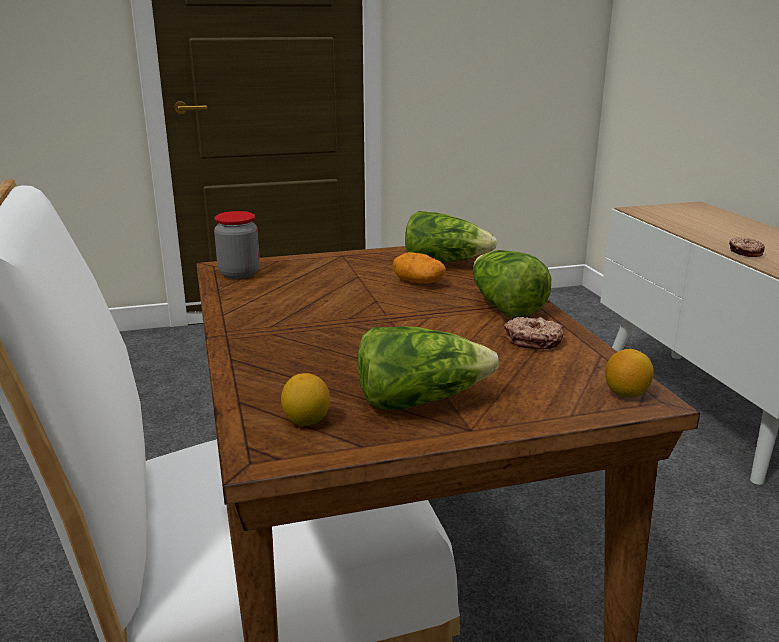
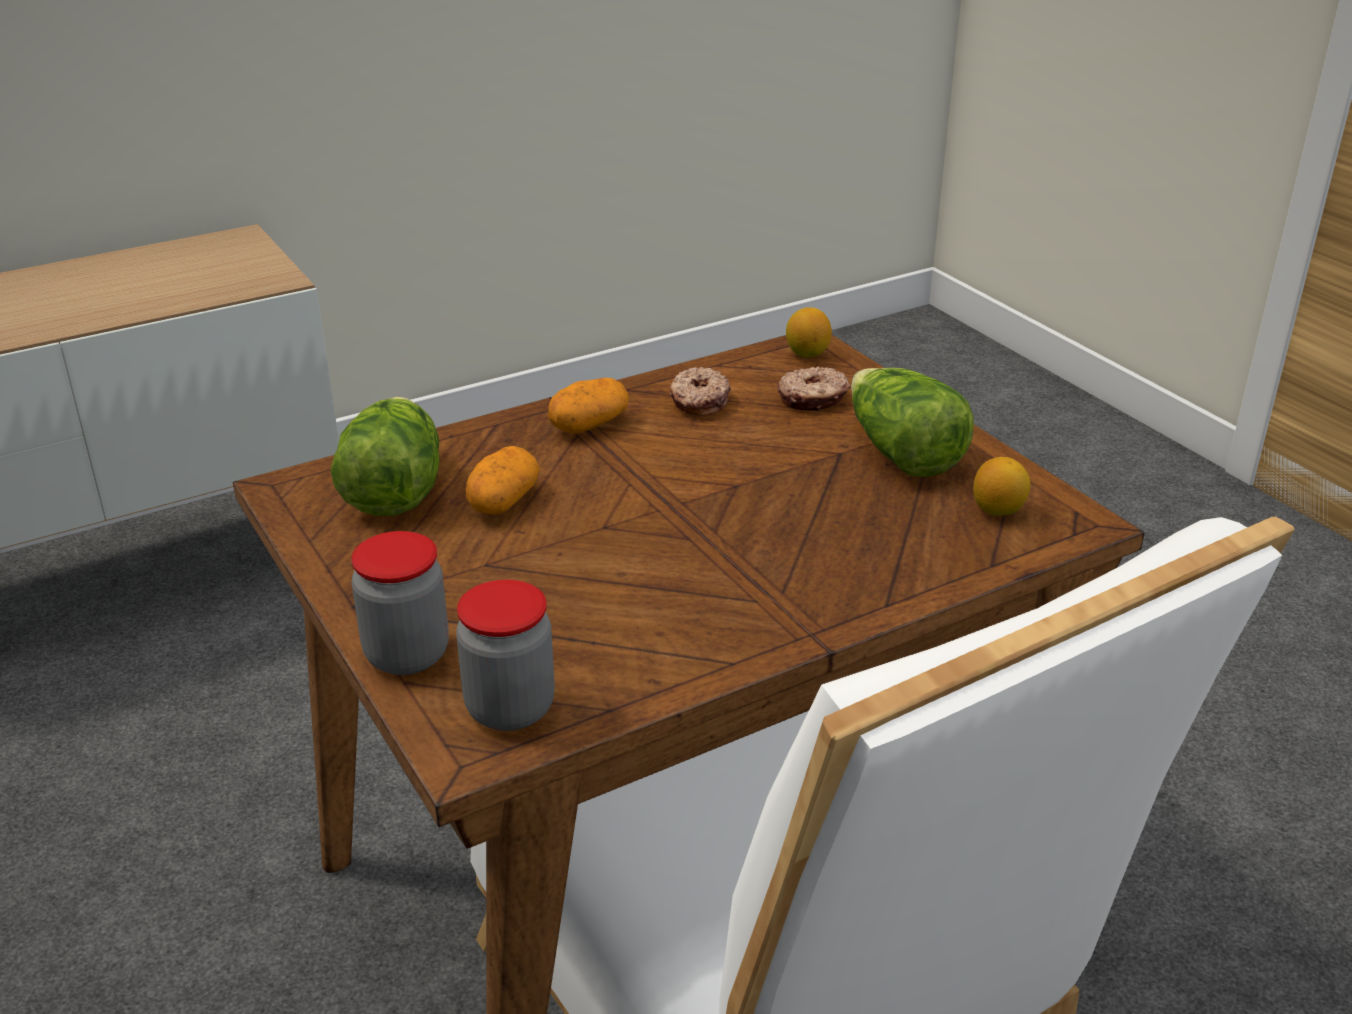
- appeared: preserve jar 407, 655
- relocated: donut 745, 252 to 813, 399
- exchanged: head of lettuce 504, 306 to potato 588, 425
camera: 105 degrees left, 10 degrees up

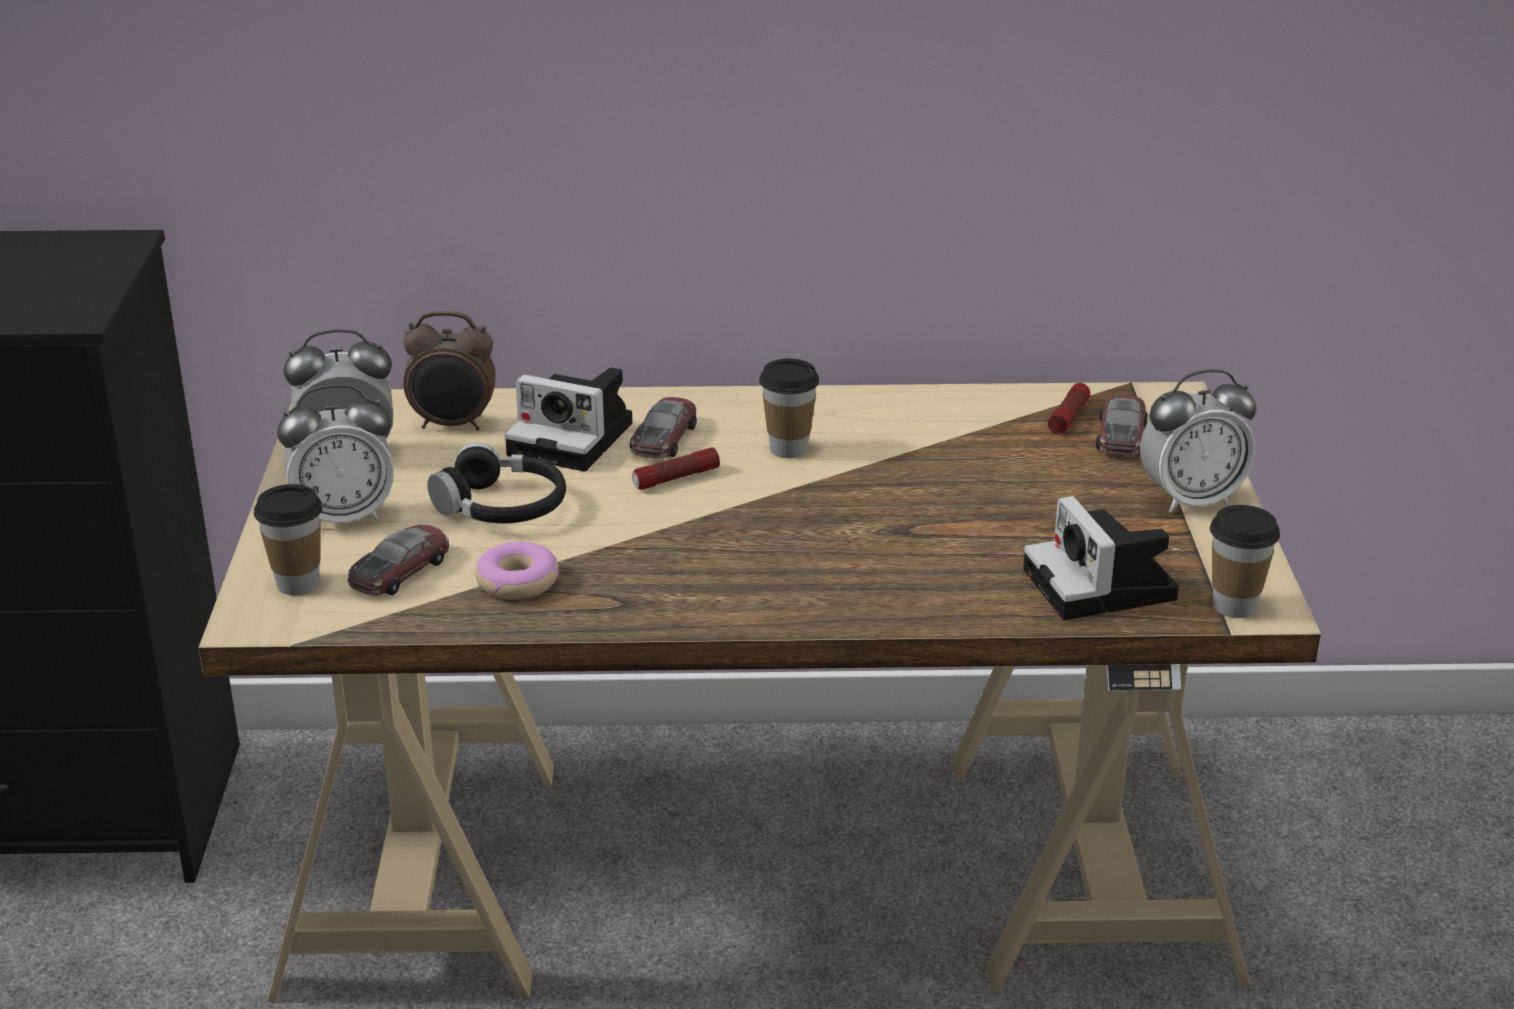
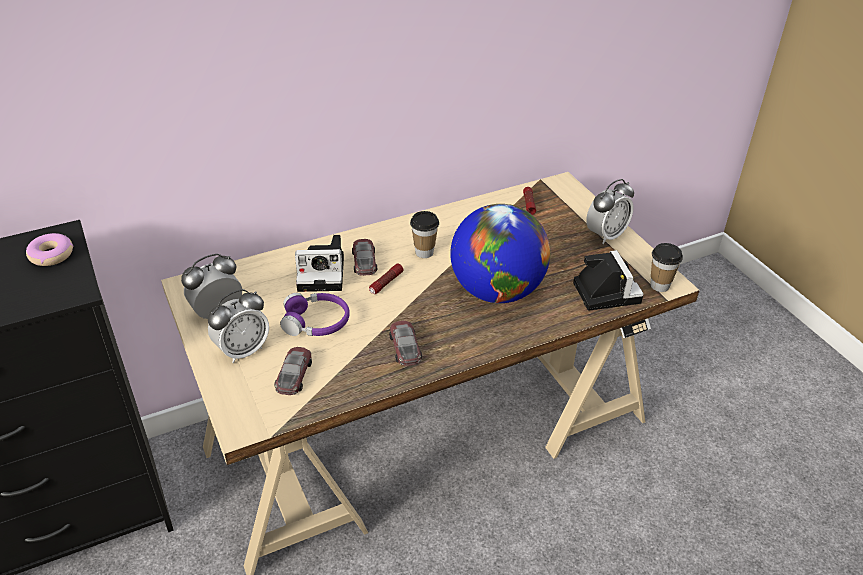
- missing: drinking cup 298, 584
- missing: bedside clock 453, 425
- appeared: desk globe 497, 291
- relocated: donut 518, 582 to 51, 255
- relocated: model car 1121, 435 to 405, 347
- colour: black-coloured headset 501, 507 to purplish headset 316, 322
- spun: photo camera 1103, 587 = 604, 291 150 degrees counterclockwise
camera: 25 degrees left, 10 degrees up

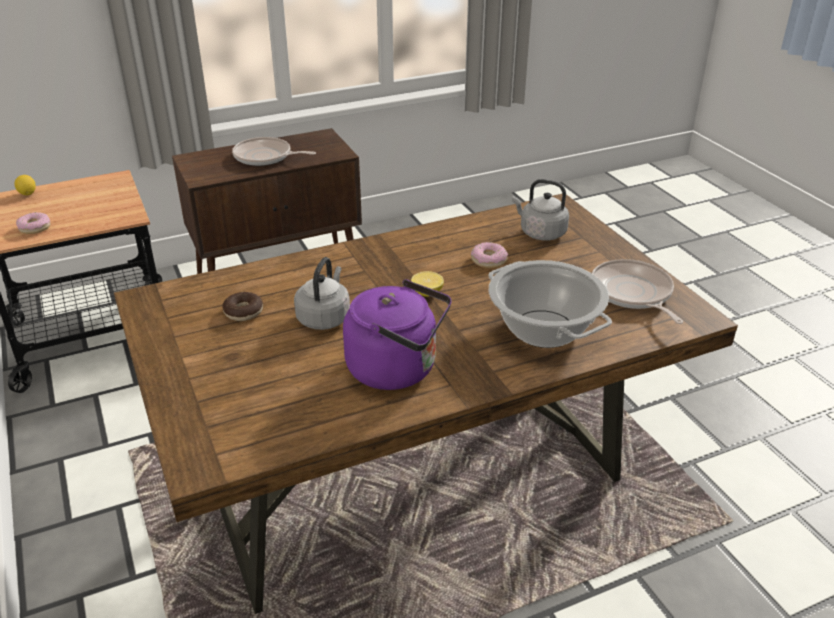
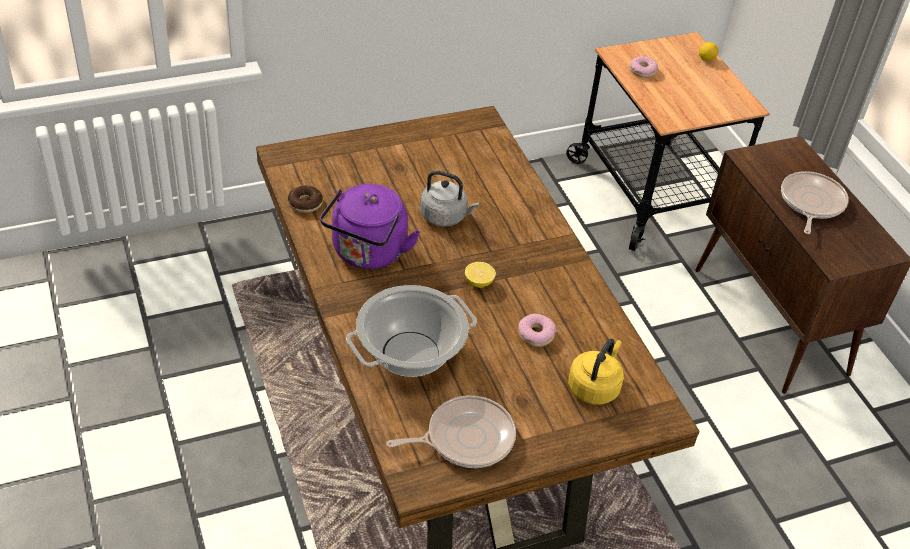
- relocated: donut 243, 312 to 305, 203
- colour: greyish kettle 540, 233 to yellow kettle 594, 387
camera: 90 degrees right, 10 degrees up

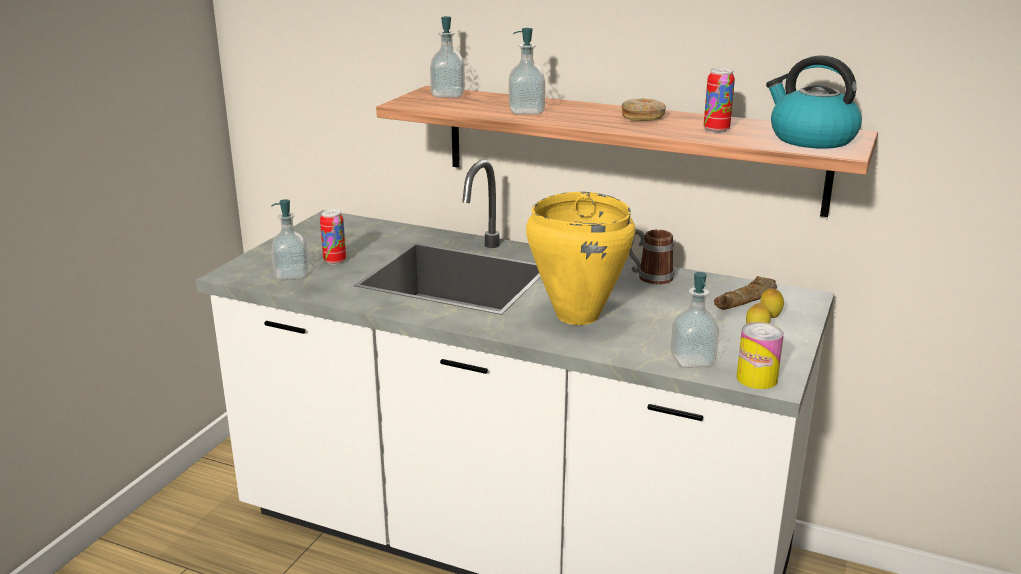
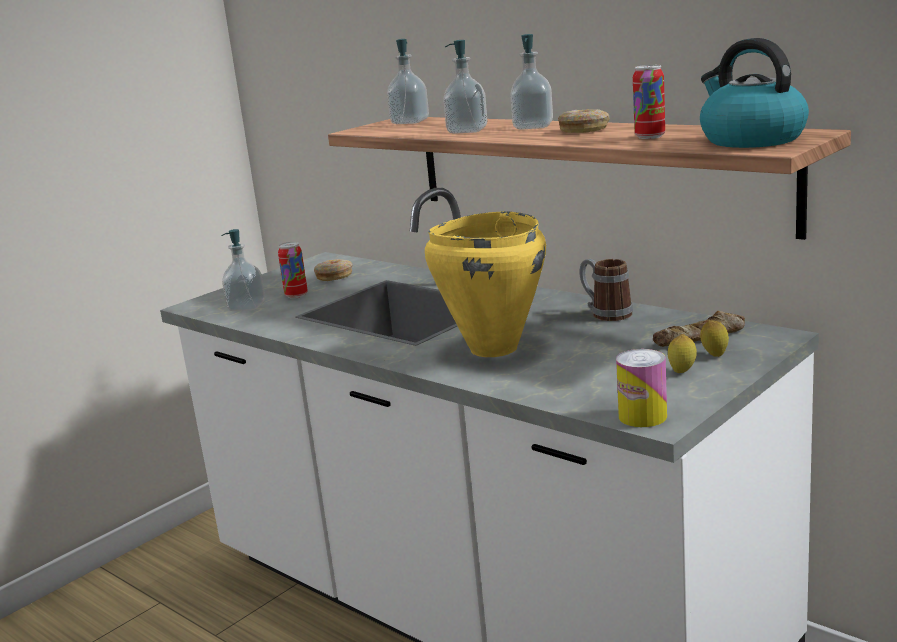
- appeared: donut 334, 276
- relocated: soap dispenser 692, 360 to 533, 126
camera: 20 degrees right, 5 degrees down

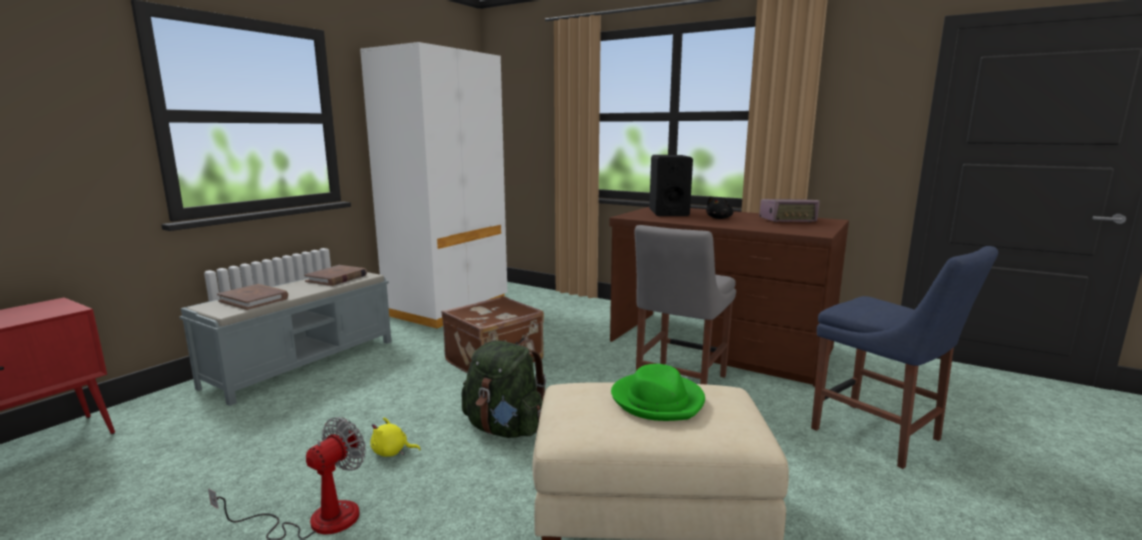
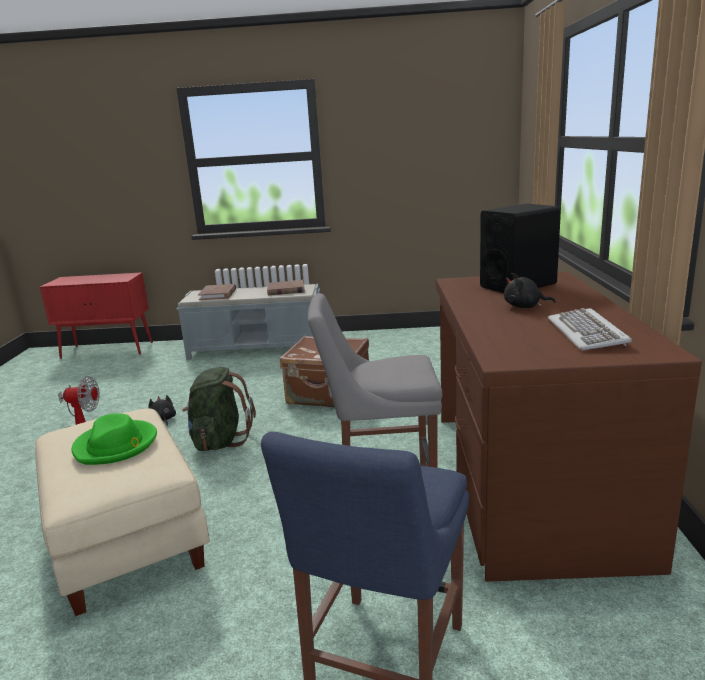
- missing: white clothes cupboard 448, 308
- exchanged: radio receiver 787, 220 to keyboard 587, 333
- colour: yellow soft toy 392, 452 to black-coloured soft toy 163, 420
camera: 60 degrees right, 5 degrees up

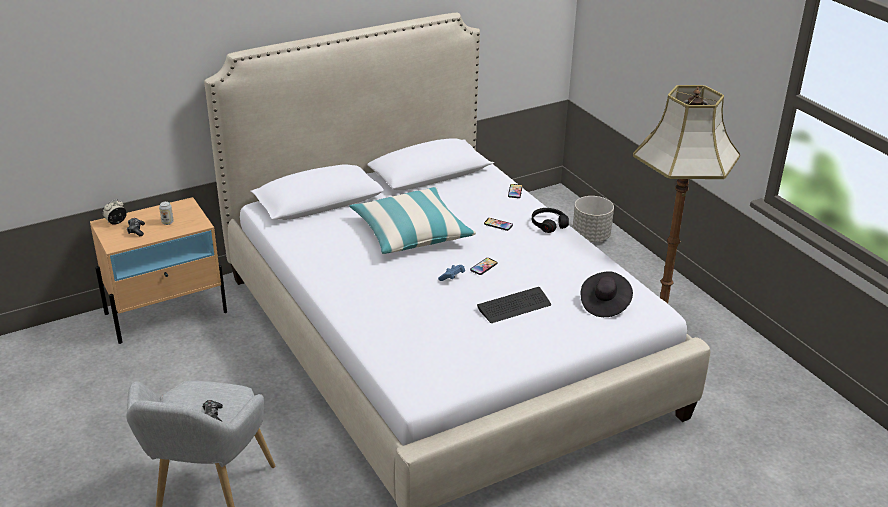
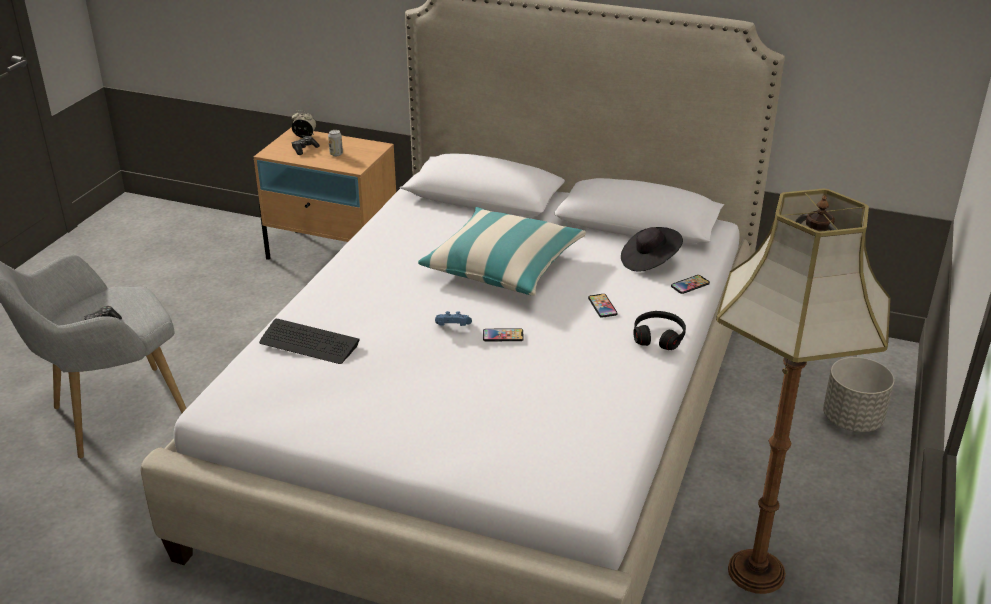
- relocated: keyboard 514, 306 to 309, 343
- relocated: black-coloured hat 604, 304 to 649, 261
camera: 50 degrees right, 0 degrees up

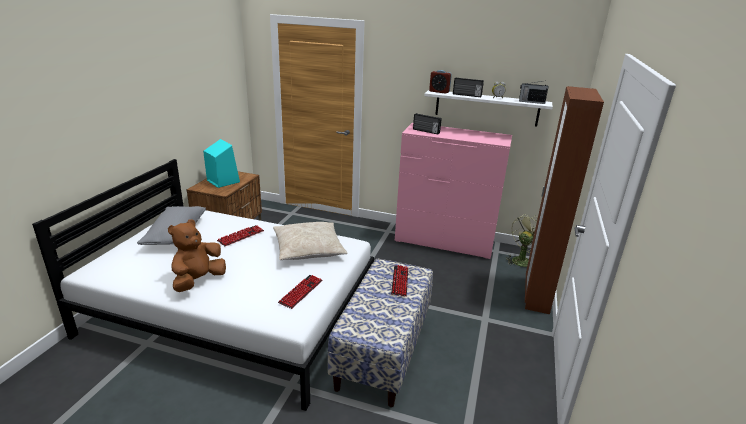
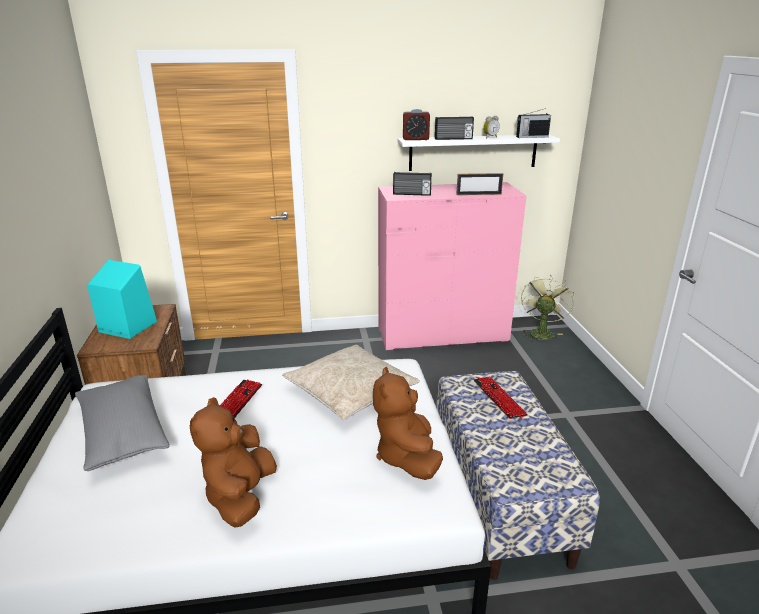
- missing: brown clothes cupboard 536, 295
- appeared: picture frame 478, 194
- exchanged: keyboard 301, 292 to brown soft toy 406, 457
camera: 25 degrees left, 0 degrees up

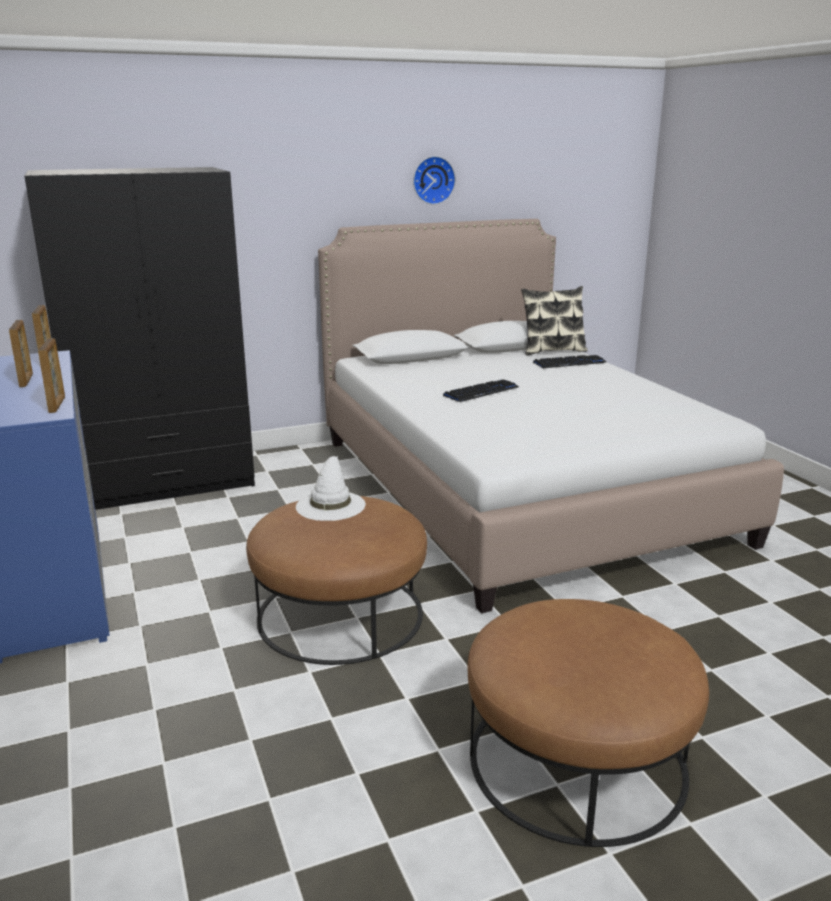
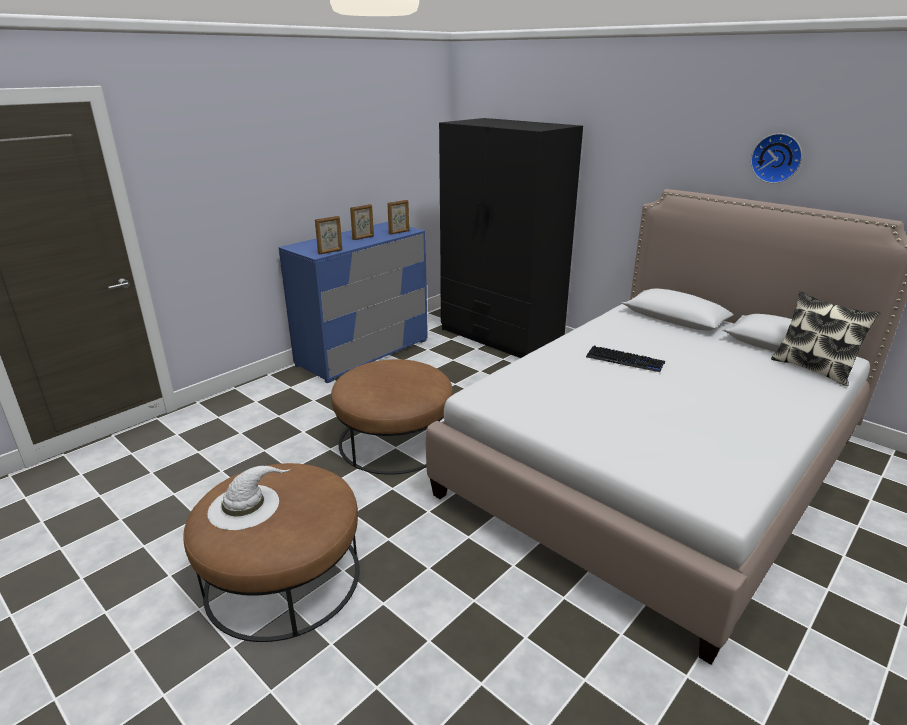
- missing: keyboard 569, 363
- relocated: white hat 330, 505 to 245, 506
camera: 65 degrees right, 5 degrees up

